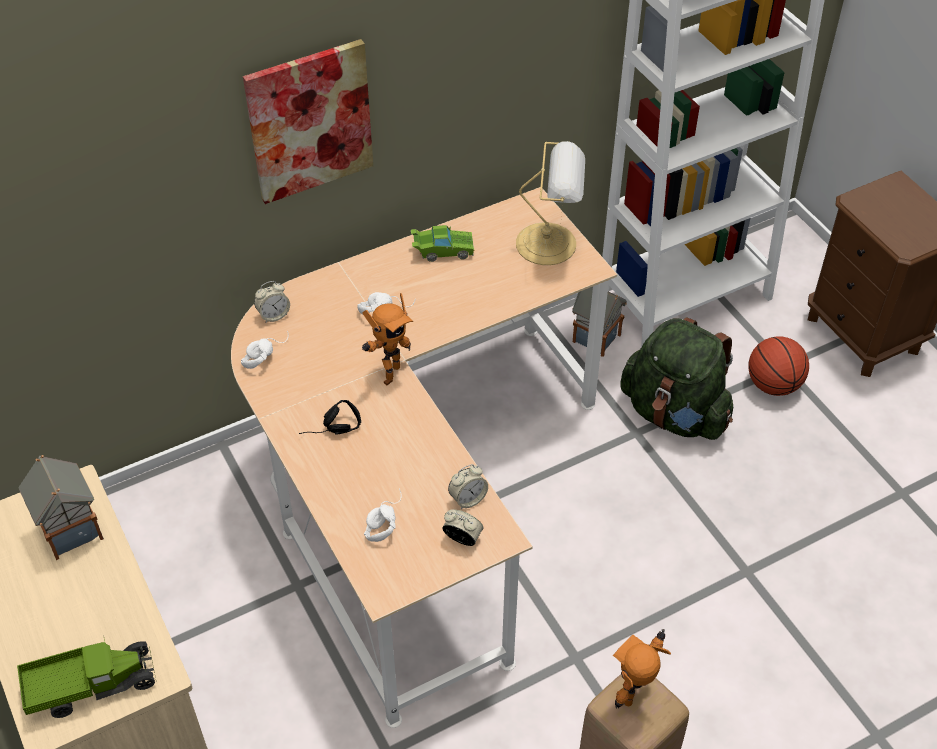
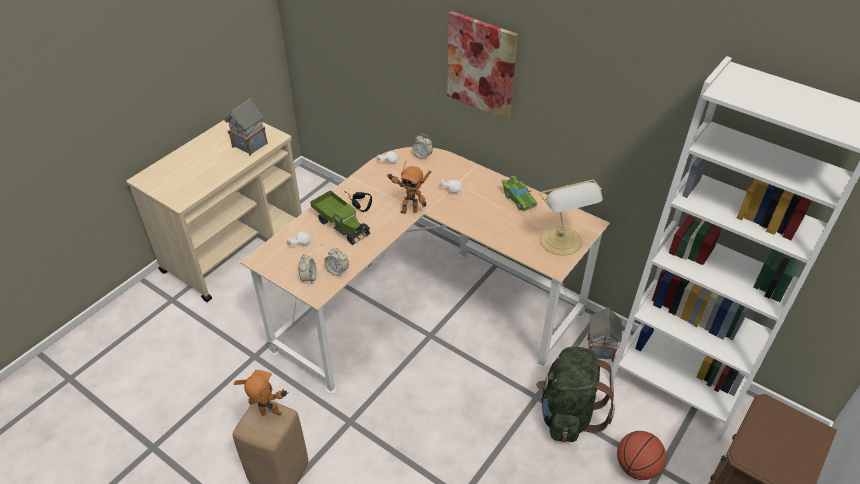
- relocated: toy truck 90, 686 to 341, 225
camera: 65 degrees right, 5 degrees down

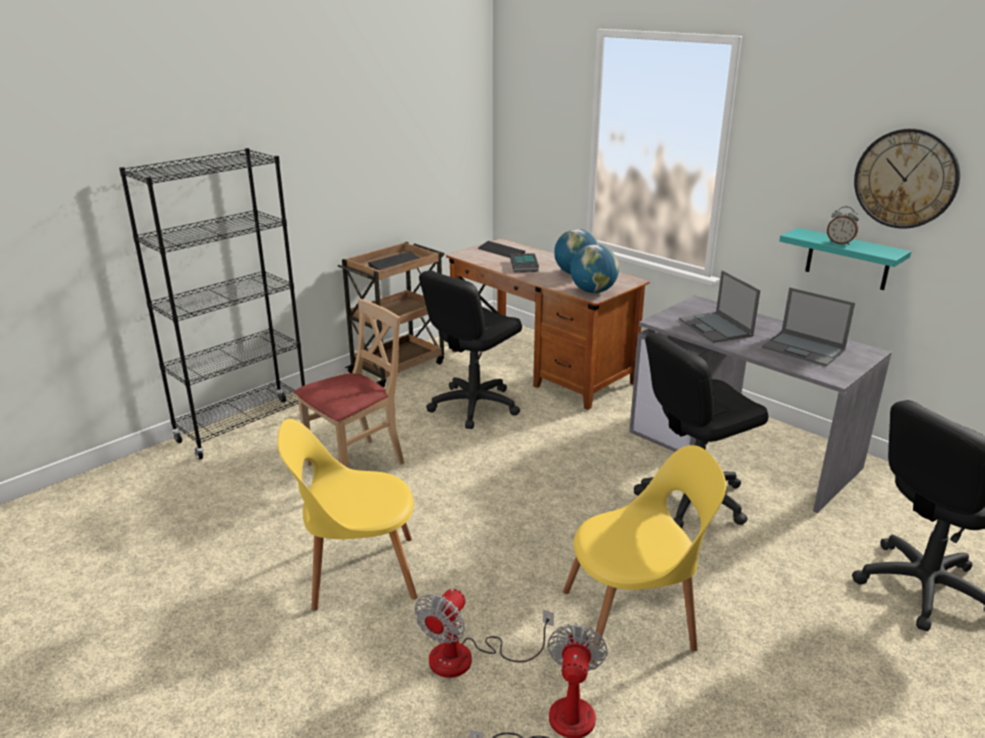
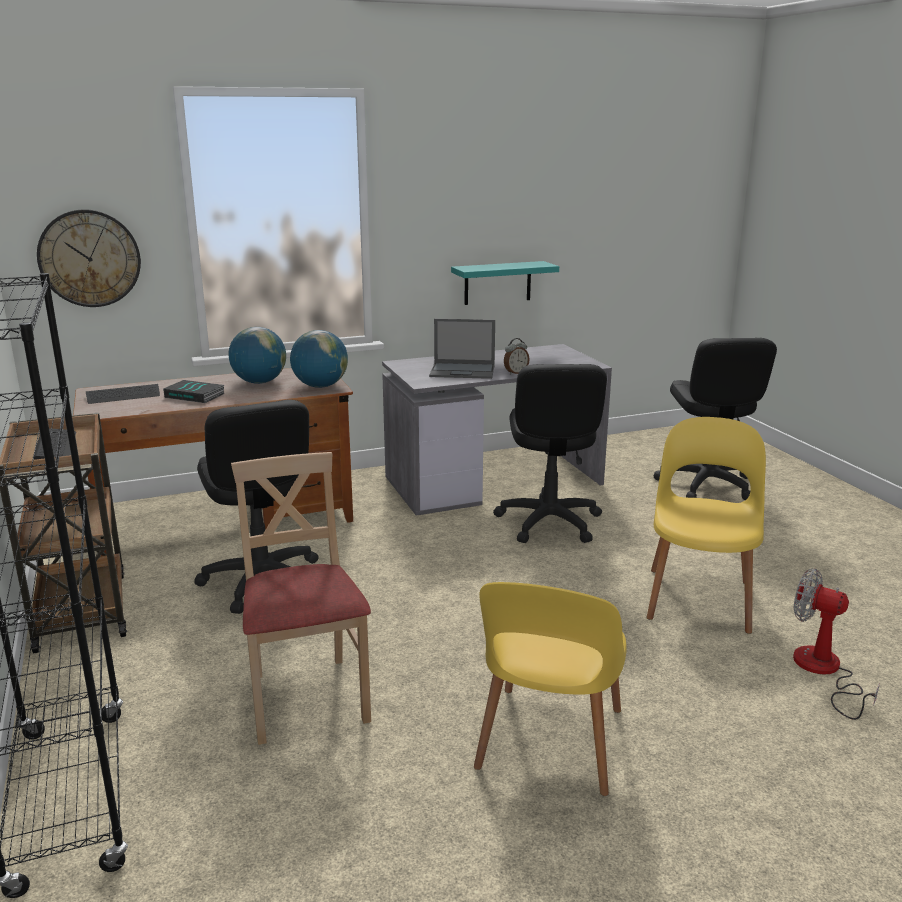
- missing: cooling fan 467, 658
- missing: laptop 804, 349
- relocated: bedside clock 839, 243 to 515, 373
- relocated: hanging clock 906, 178 to 89, 258
camera: 65 degrees left, 5 degrees down

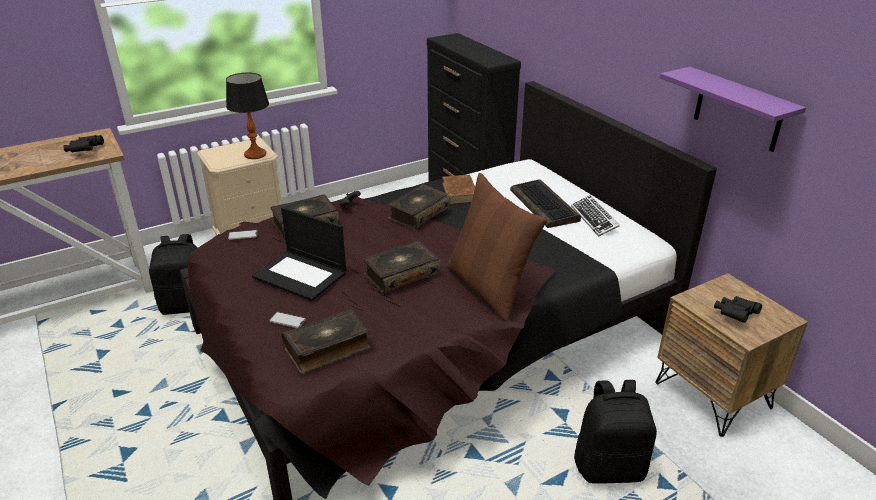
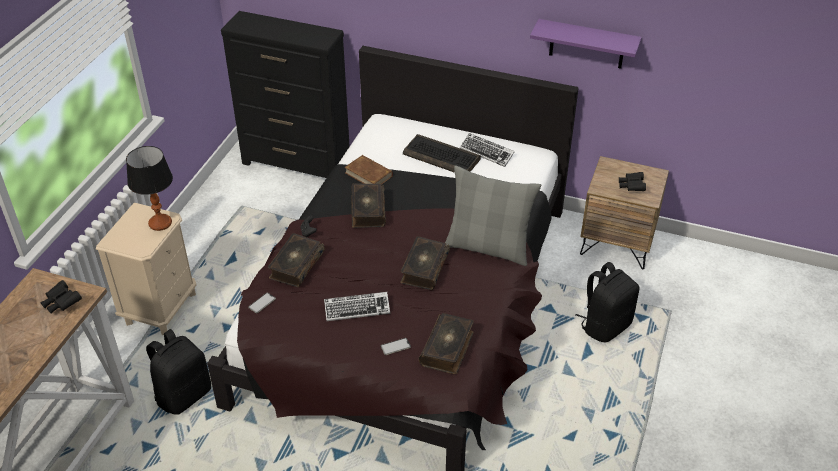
- exchanged: laptop 301, 275 to keyboard 357, 309
- colour: brown pillow 488, 288 to greyish pillow 488, 247
camera: 40 degrees left, 10 degrees up

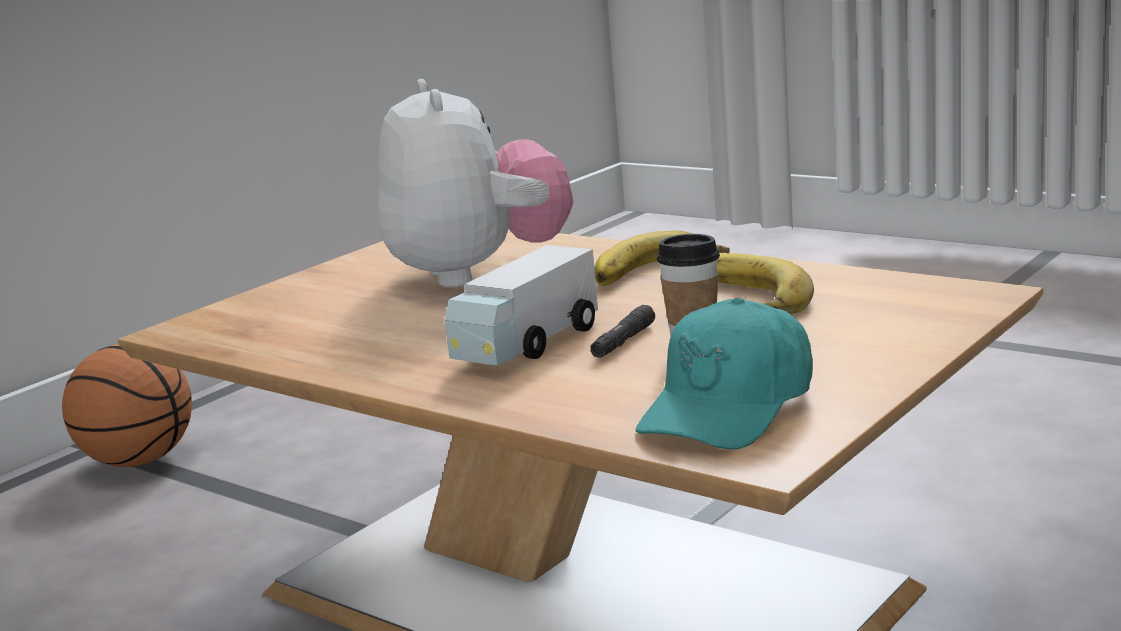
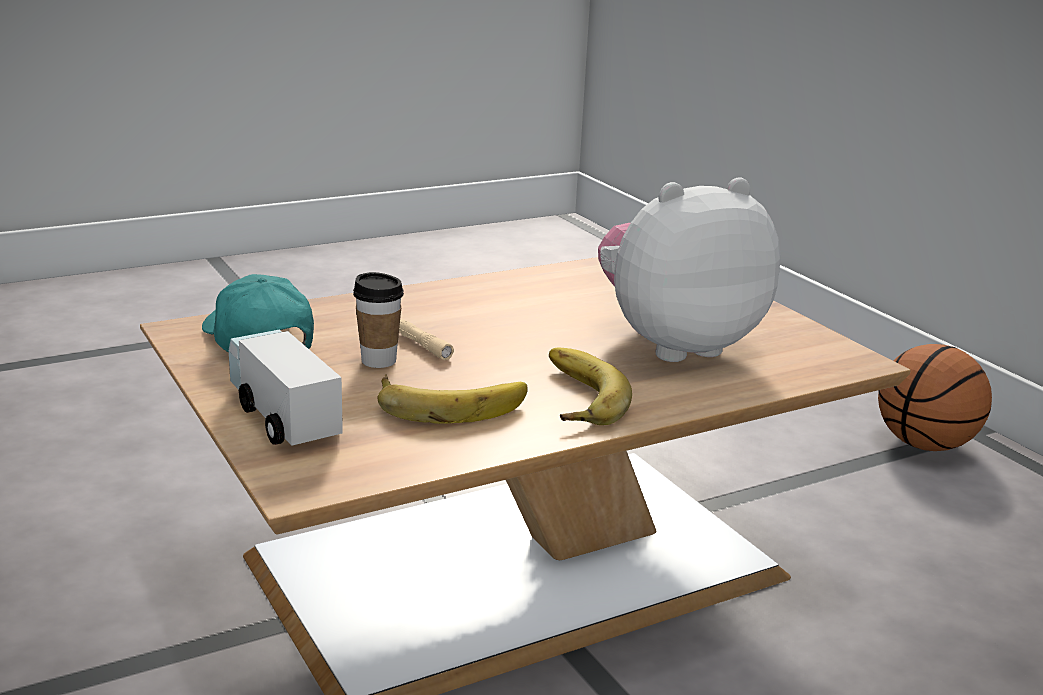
- relocated: toy truck 527, 344 to 284, 415
- colour: black-coloured torch 624, 342 to sand-coloured torch 422, 346
- spun: soft toy 478, 273 = 676, 344 150 degrees clockwise
camera: 110 degrees right, 5 degrees up

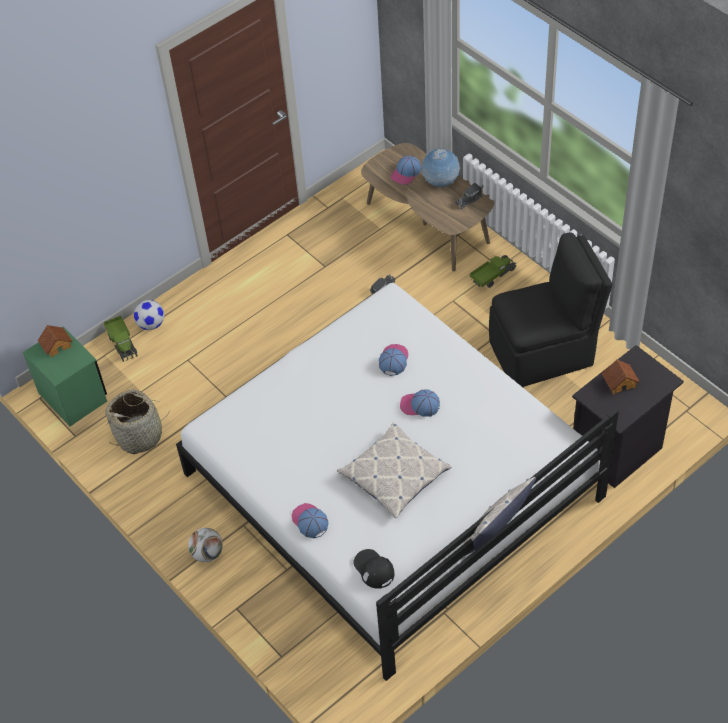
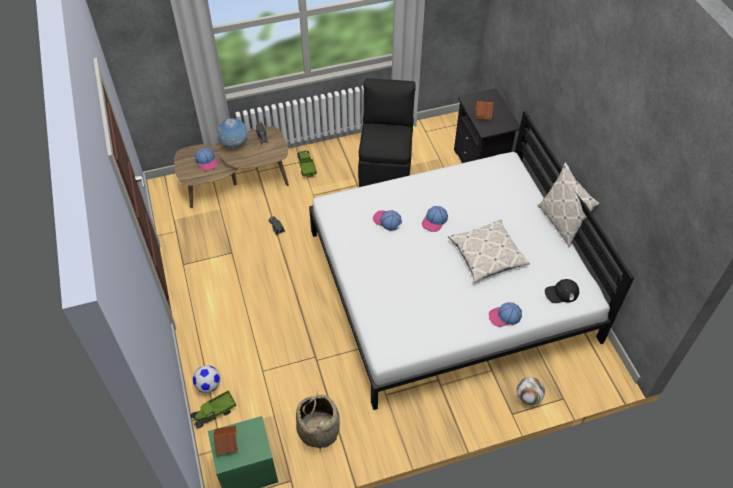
- relocated: football 207, 553 to 528, 397
- spun: toy truck 122, 343 = 214, 413 150 degrees clockwise
camera: 70 degrees left, 0 degrees up

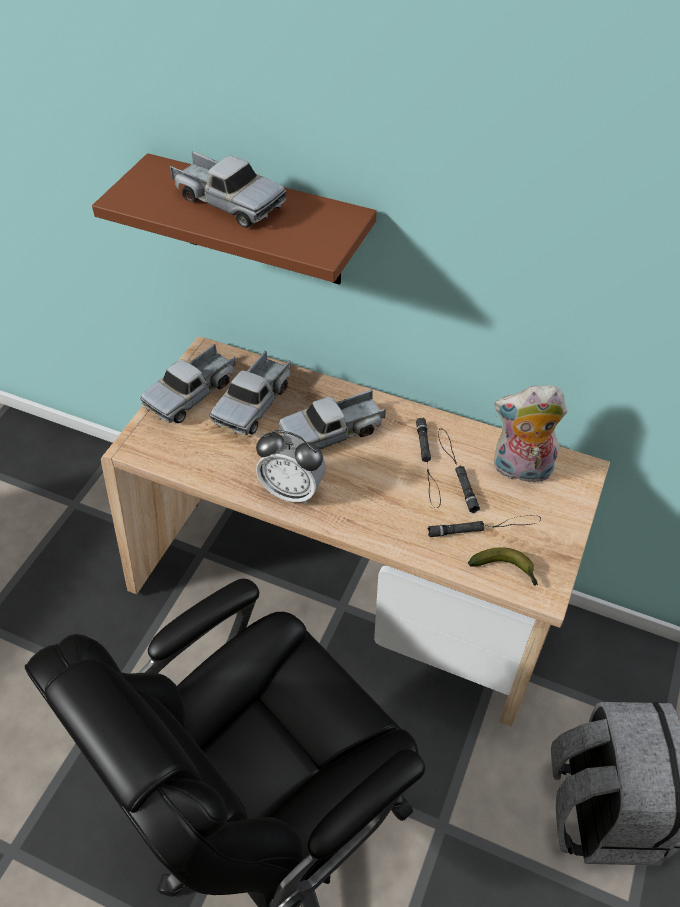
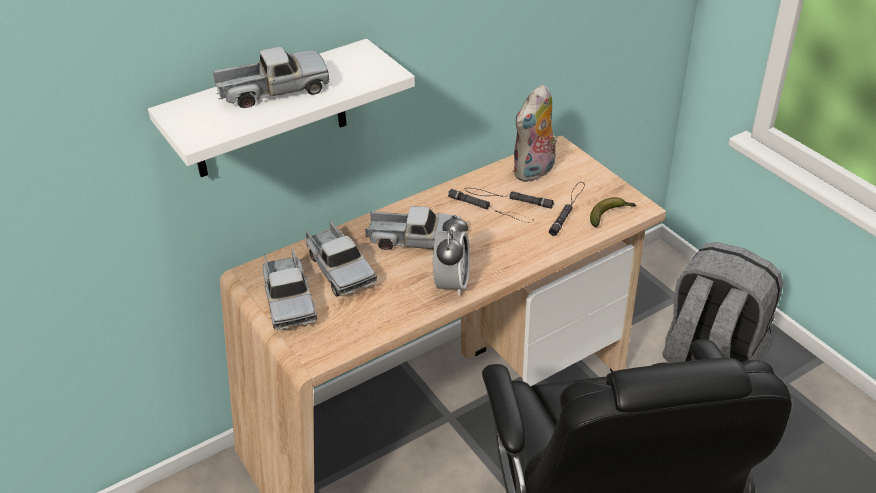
- colour: brown wall shelf 261, 222 to white wall shelf 269, 111
- spun: bedside clock 292, 491 = 452, 284 45 degrees counterclockwise
- spun: toy truck 333, 432 = 414, 240 90 degrees counterclockwise
camera: 55 degrees left, 10 degrees down

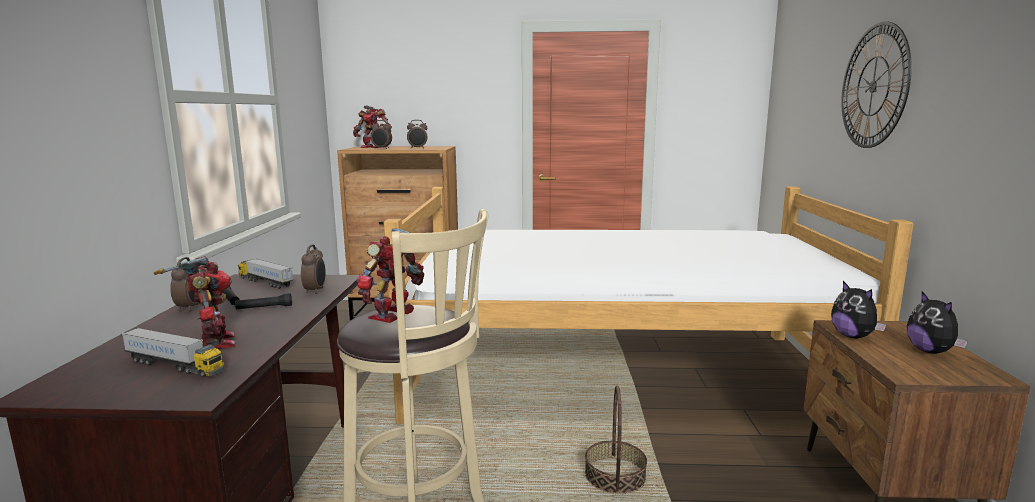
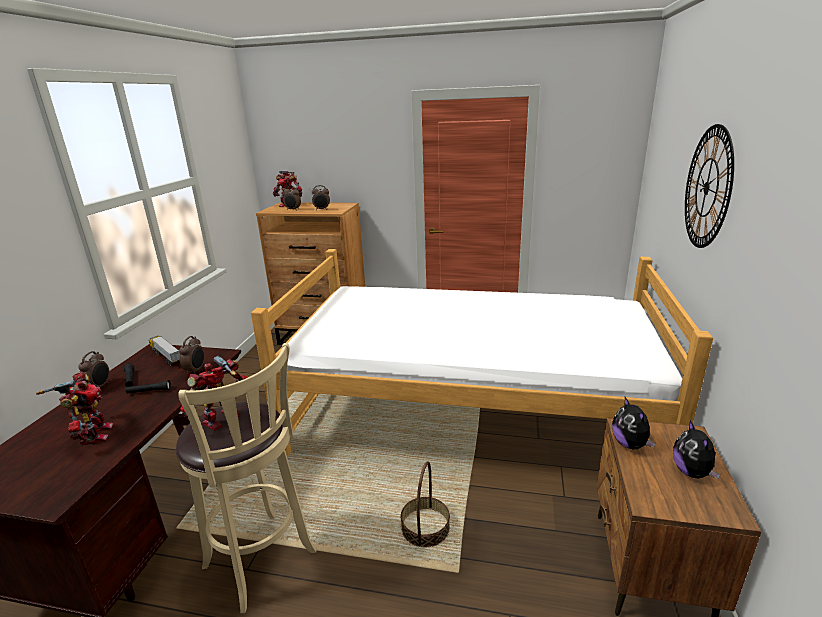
- missing: toy truck 175, 366
camera: 10 degrees right, 10 degrees up

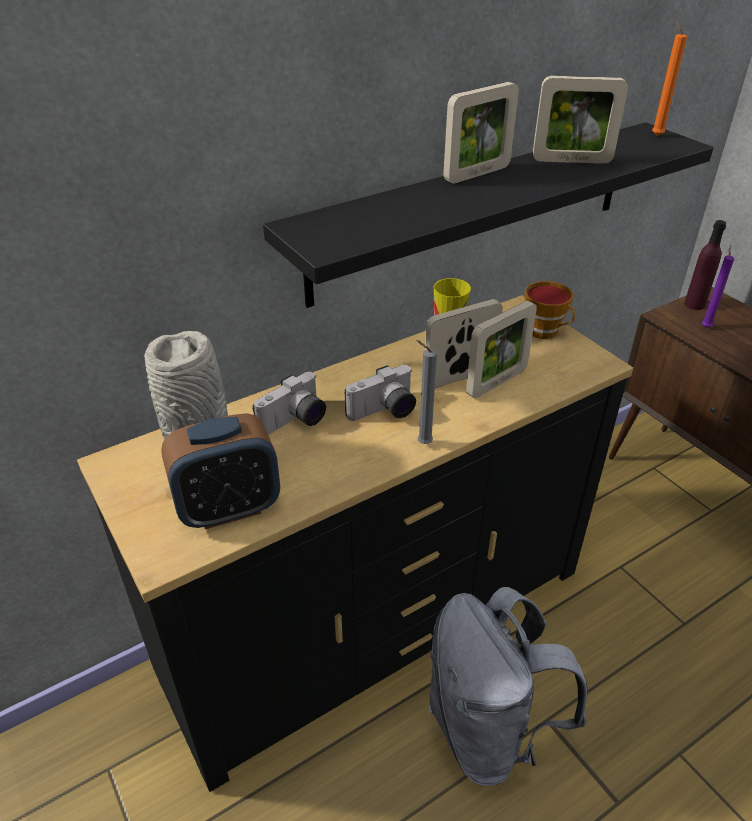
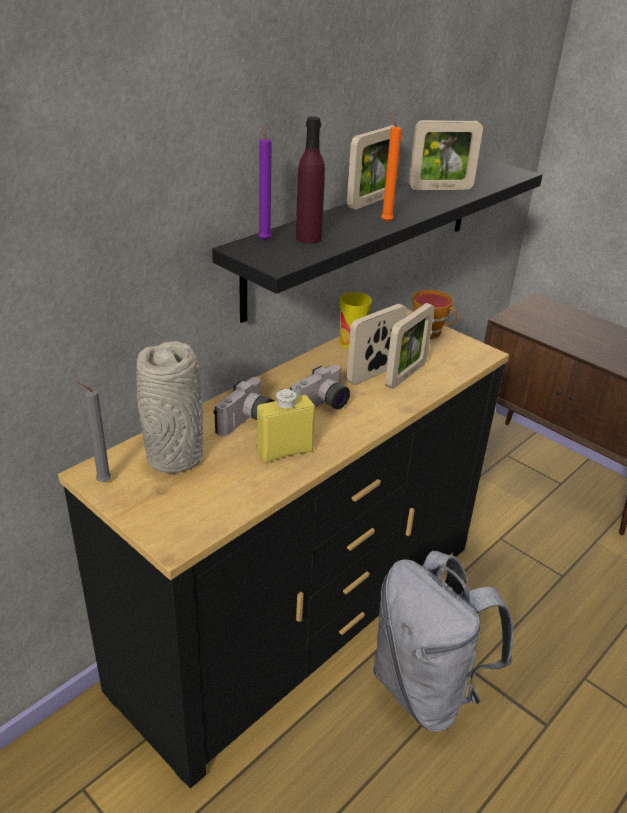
- missing: bedside clock 229, 508
- appeared: yellow bottle 284, 452
- relocated: greyish wax light 422, 443 to 101, 481
- relocated: orange wax light 655, 135 to 385, 221
- relocated: purplish bottle 694, 304 to 308, 238
- relocated: purplish wax light 705, 326 to 265, 239
camera: 15 degrees left, 5 degrees down

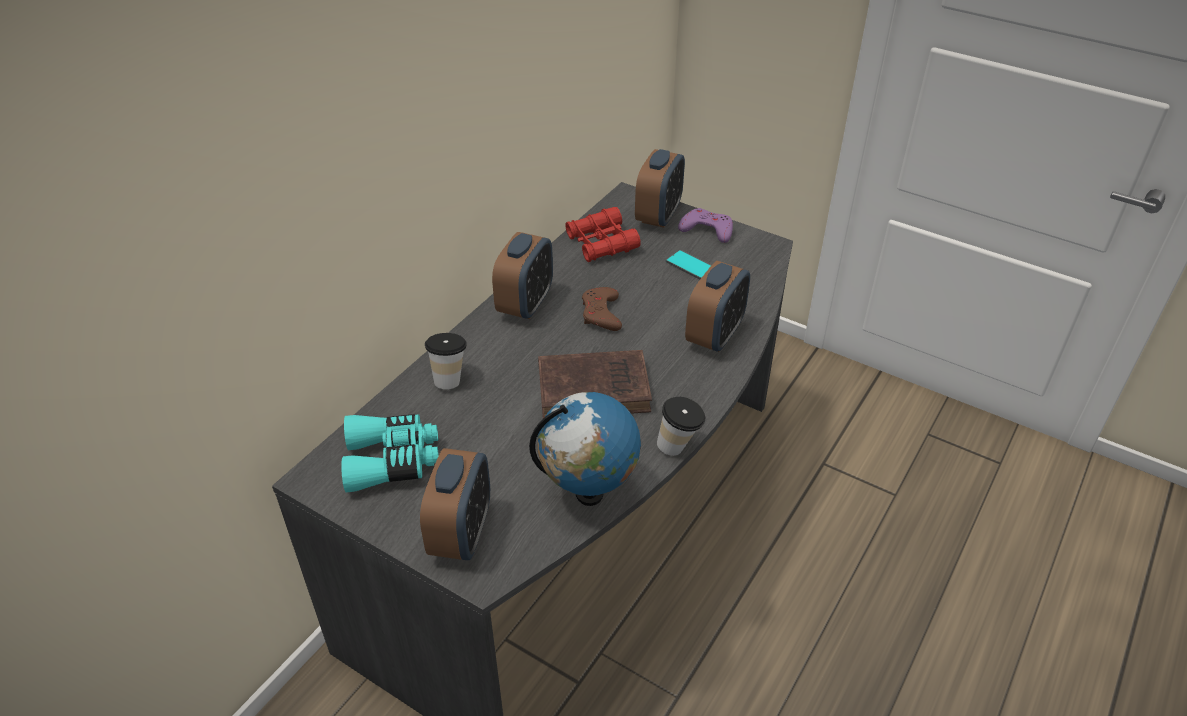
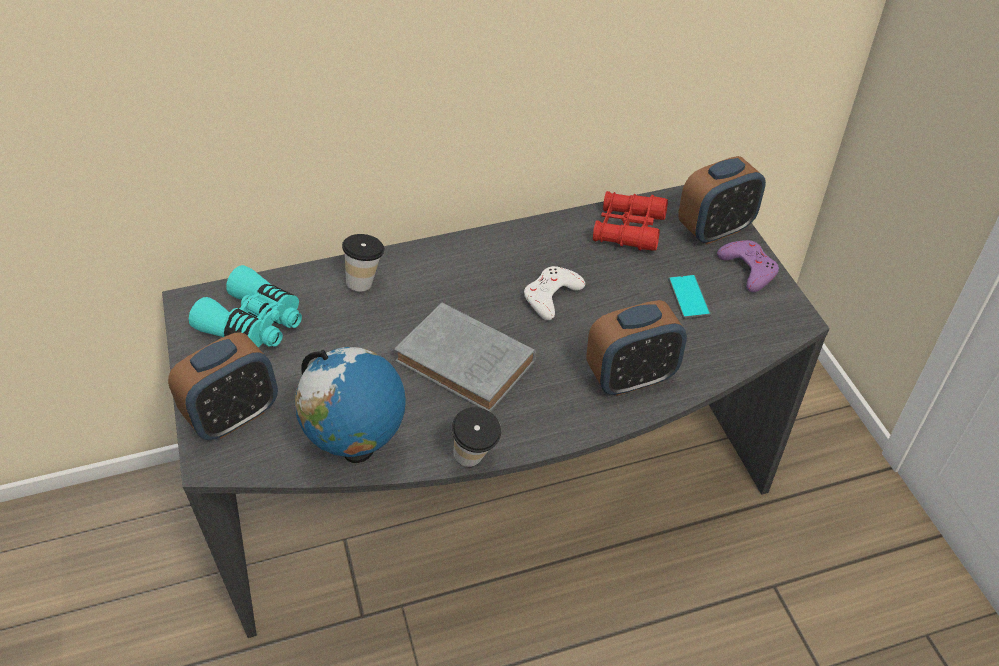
- missing: bedside clock 525, 304
- colour: brown bound book 597, 389 to greyish bound book 468, 363
- colour: brown gamepad 601, 313 to white gamepad 551, 296
camera: 40 degrees right, 5 degrees up

